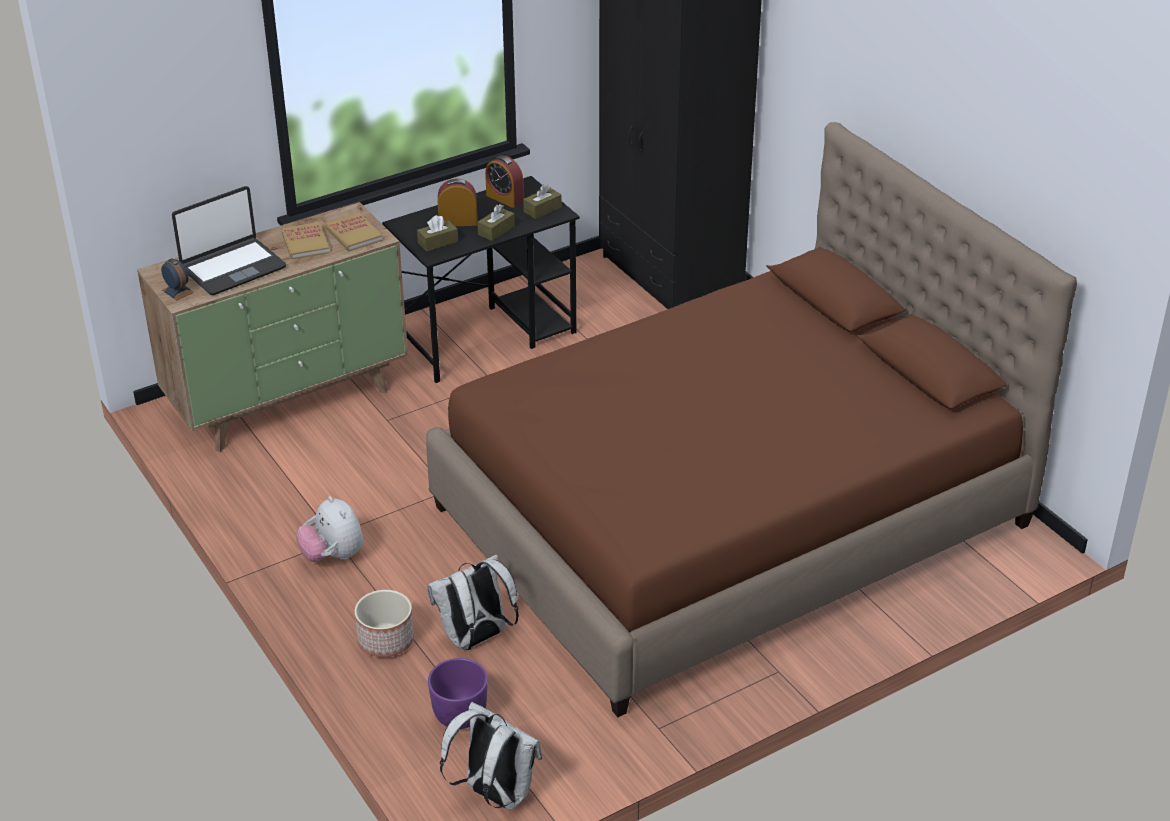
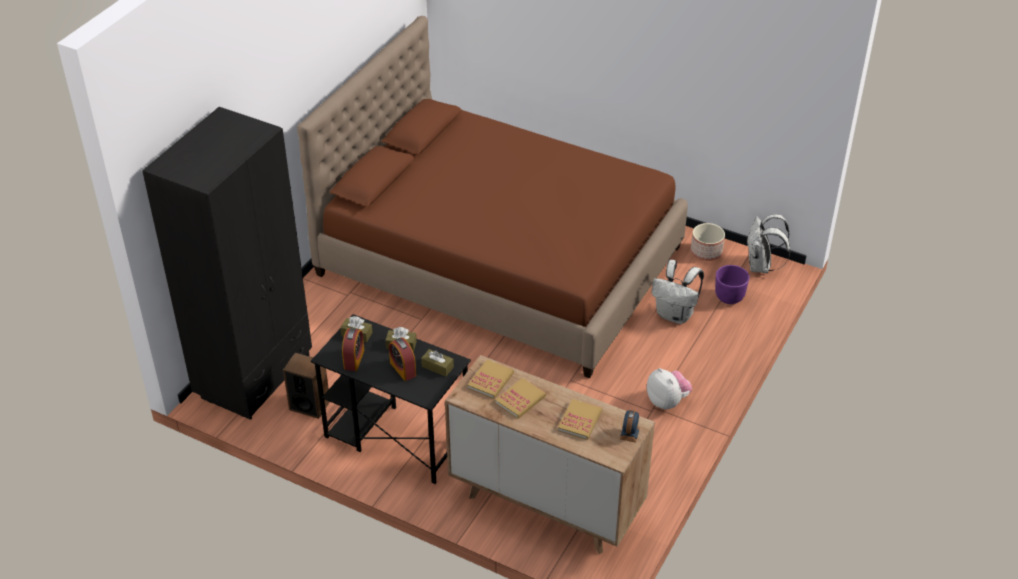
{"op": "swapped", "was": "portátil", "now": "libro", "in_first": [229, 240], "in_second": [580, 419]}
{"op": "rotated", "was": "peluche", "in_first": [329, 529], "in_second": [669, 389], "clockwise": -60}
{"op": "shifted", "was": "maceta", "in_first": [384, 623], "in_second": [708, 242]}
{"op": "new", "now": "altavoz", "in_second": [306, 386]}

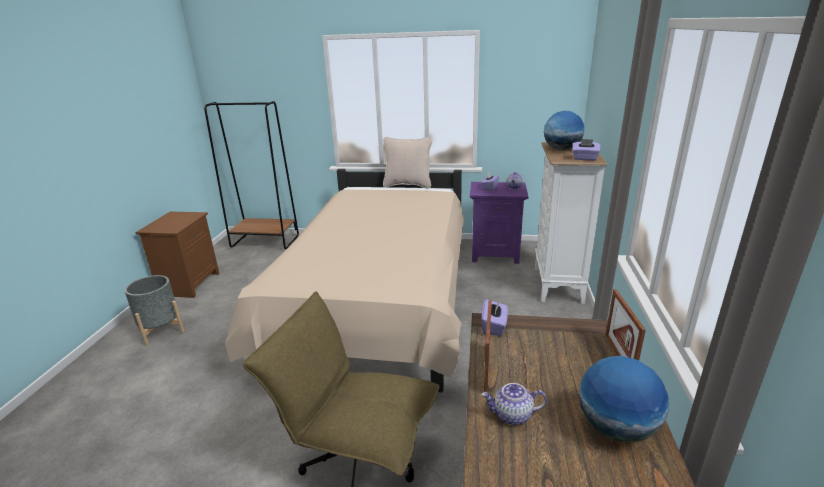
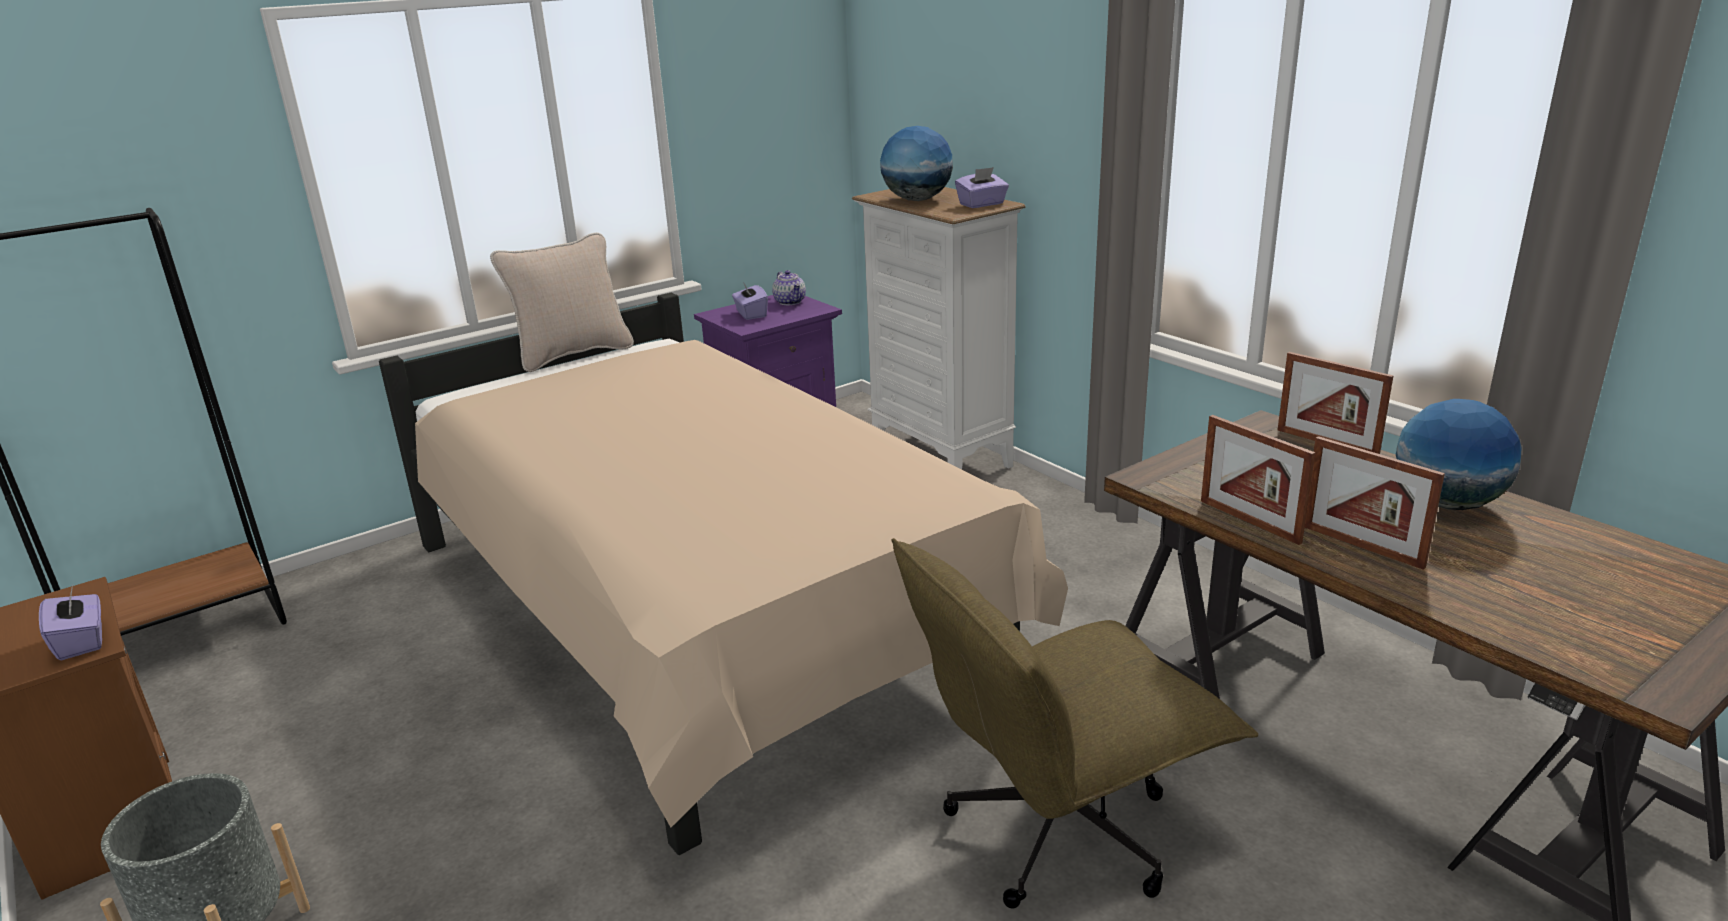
{"op": "shifted", "was": "caja de pañuelos/morado", "in_first": [494, 317], "in_second": [70, 623]}
{"op": "swapped", "was": "tetera", "now": "portarretratos", "in_first": [514, 404], "in_second": [1375, 503]}

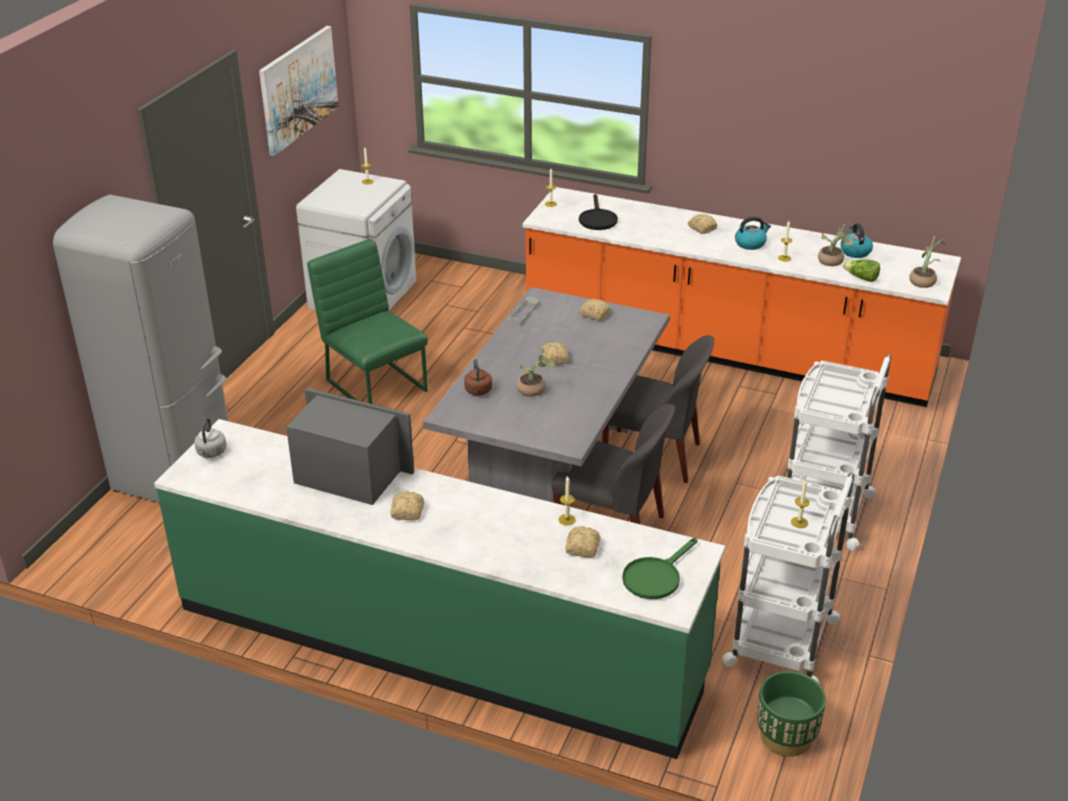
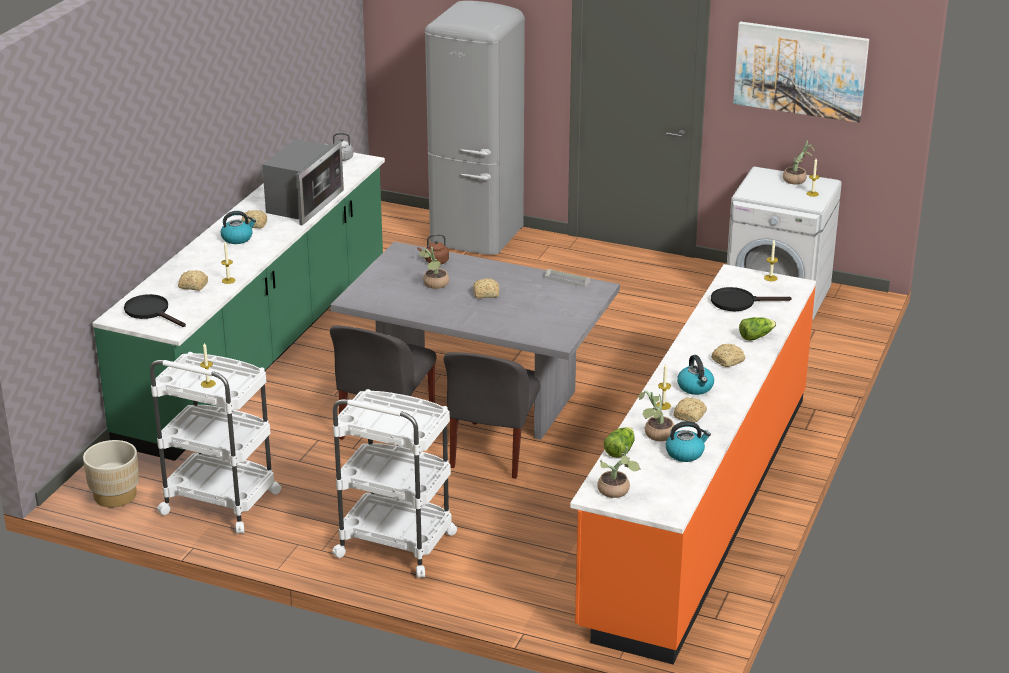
{"op": "gone", "was": "silla/verde", "in_first": [367, 321]}
{"op": "shifted", "was": "pan", "in_first": [594, 310], "in_second": [690, 410]}
{"op": "repainted", "was": "sartén/verde", "now": "sartén/negro", "in_first": [660, 568], "in_second": [155, 310]}
{"op": "repainted", "was": "maceta/verde", "now": "maceta/beis", "in_first": [791, 714], "in_second": [111, 473]}
{"op": "new", "now": "hervidor", "in_second": [238, 227]}
{"op": "new", "now": "lechuga", "in_second": [757, 329]}
{"op": "new", "now": "planta en maceta", "in_second": [799, 162]}

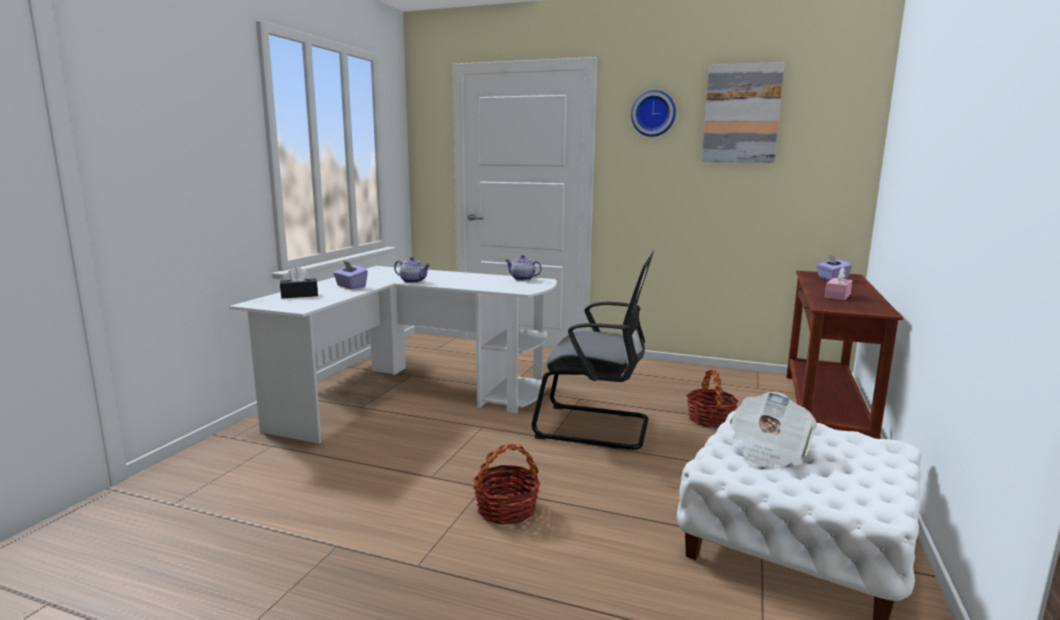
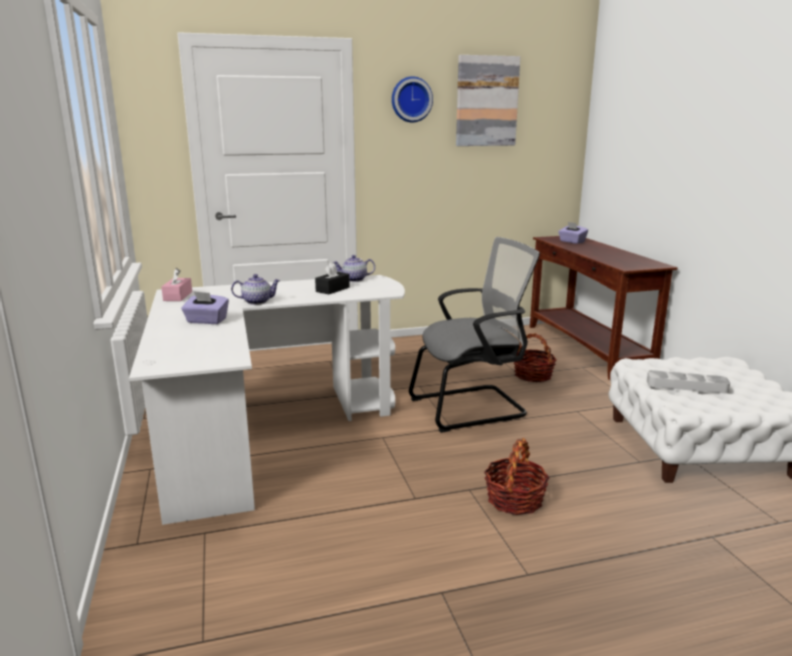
{"op": "shifted", "was": "caja de pañuelos/negro", "in_first": [299, 282], "in_second": [332, 278]}
{"op": "swapped", "was": "periódico", "now": "bandeja/gris", "in_first": [773, 429], "in_second": [688, 381]}
{"op": "shifted", "was": "caja de pañuelos/rosa", "in_first": [838, 283], "in_second": [176, 284]}

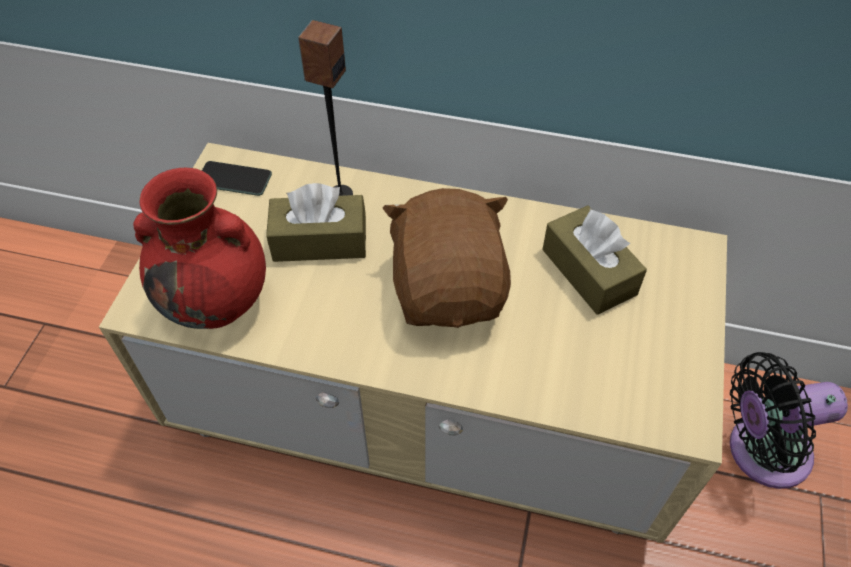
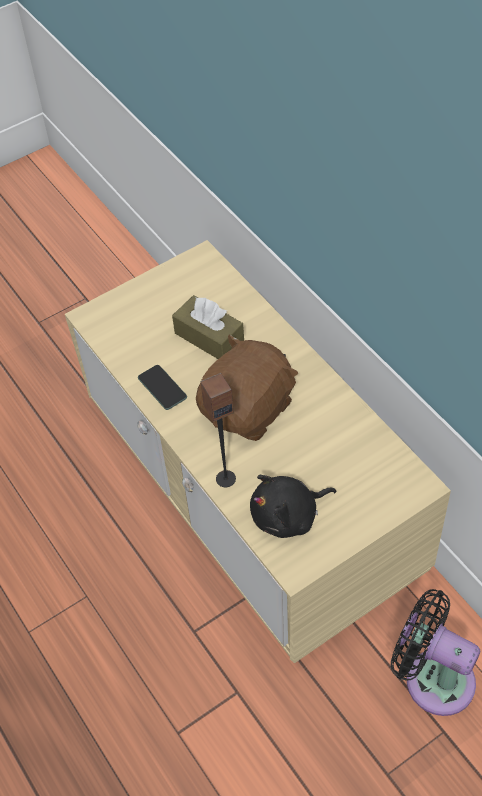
{"op": "gone", "was": "florero/rojo", "in_first": [199, 248]}
{"op": "shifted", "was": "móvil", "in_first": [237, 178], "in_second": [162, 387]}
{"op": "shifted", "was": "altavoz", "in_first": [325, 108], "in_second": [218, 430]}
{"op": "gone", "was": "caja de pañuelos/marrón", "in_first": [594, 260]}
{"op": "new", "now": "peluche/negro", "in_second": [293, 506]}

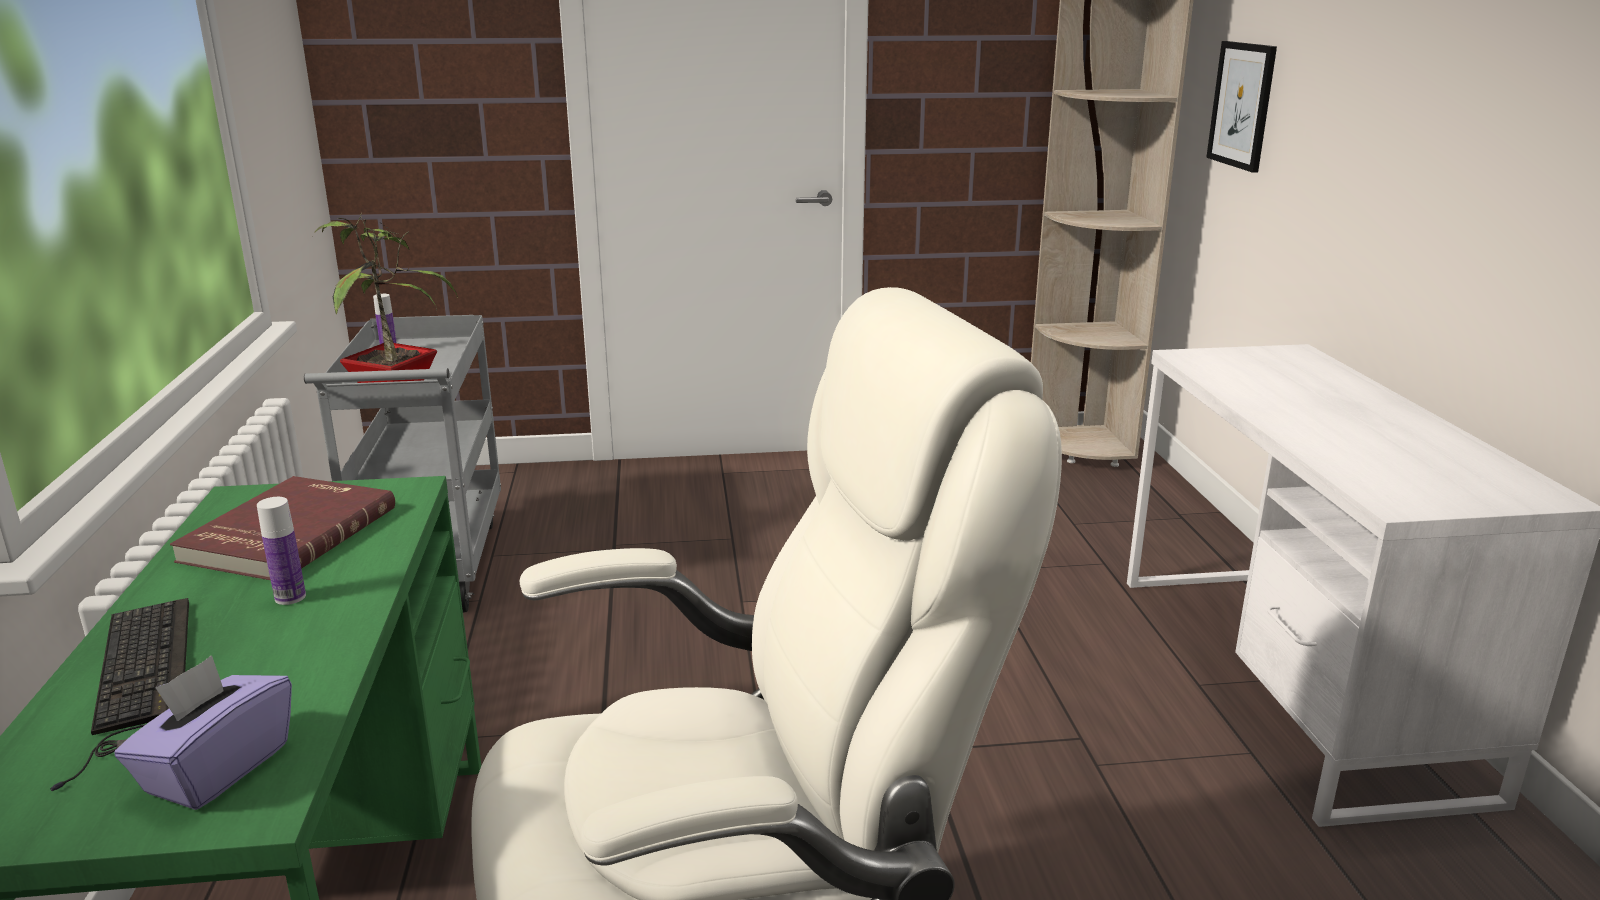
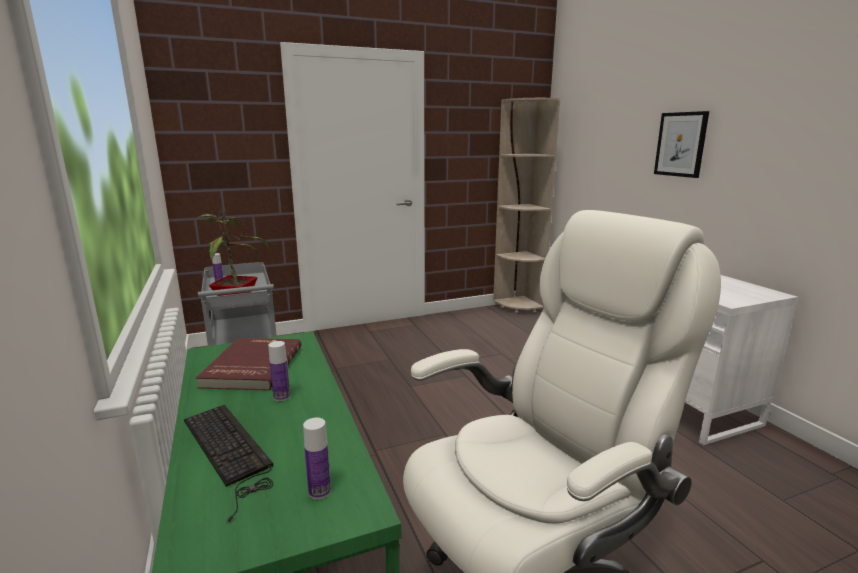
{"op": "swapped", "was": "caja de pañuelos/morado", "now": "botella", "in_first": [203, 732], "in_second": [317, 459]}
{"op": "shifted", "was": "cuadro", "in_first": [1241, 107], "in_second": [681, 144]}

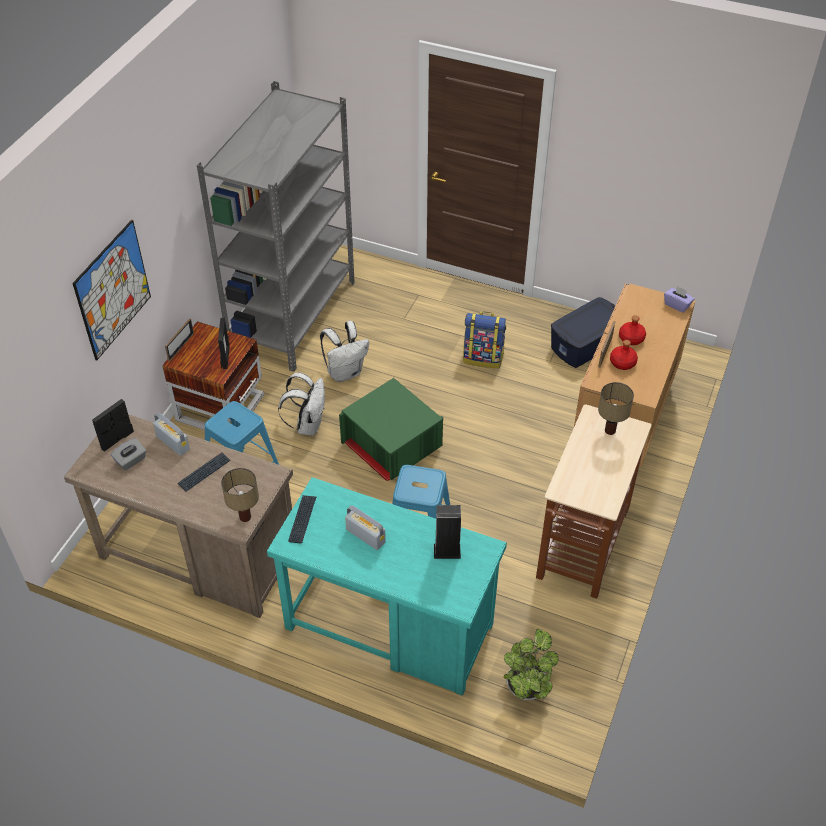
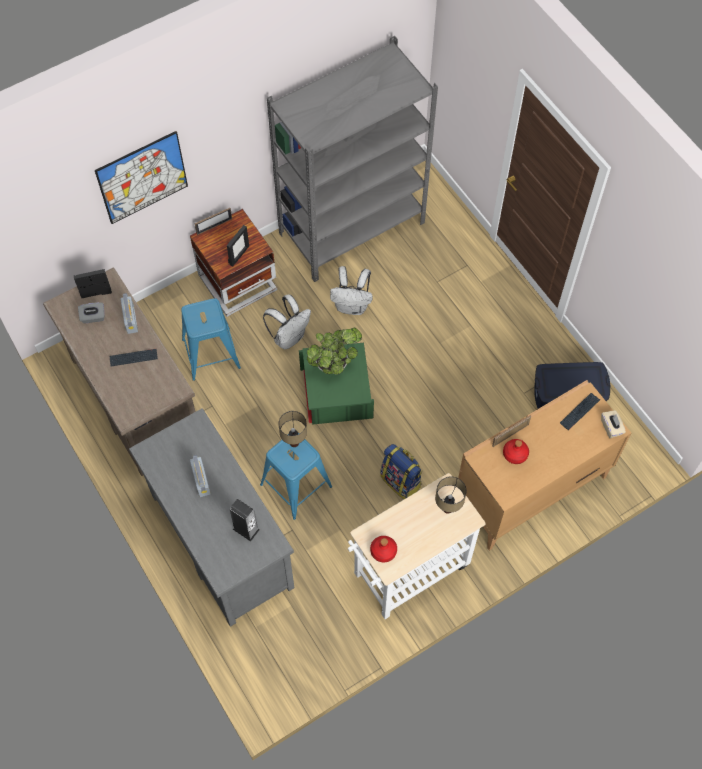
{"op": "shifted", "was": "lámpara de mesa", "in_first": [240, 495], "in_second": [292, 429]}
{"op": "repainted", "was": "escritorio/turquesa", "now": "escritorio/gris", "in_first": [387, 586], "in_second": [211, 517]}
{"op": "shifted", "was": "teclado", "in_first": [302, 519], "in_second": [580, 411]}
{"op": "shifted", "was": "mochila", "in_first": [484, 339], "in_second": [401, 471]}
{"op": "shifted", "was": "planta en maceta", "in_first": [531, 664], "in_second": [334, 351]}
{"op": "repainted", "was": "carrito/marrón", "now": "carrito/blanco", "in_first": [593, 501], "in_second": [417, 546]}
{"op": "shifted", "was": "botella/rojo", "in_first": [632, 330], "in_second": [383, 549]}
{"op": "repainted", "was": "caja de pañuelos/morado", "now": "caja de pañuelos/beis", "in_first": [679, 299], "in_second": [613, 424]}

